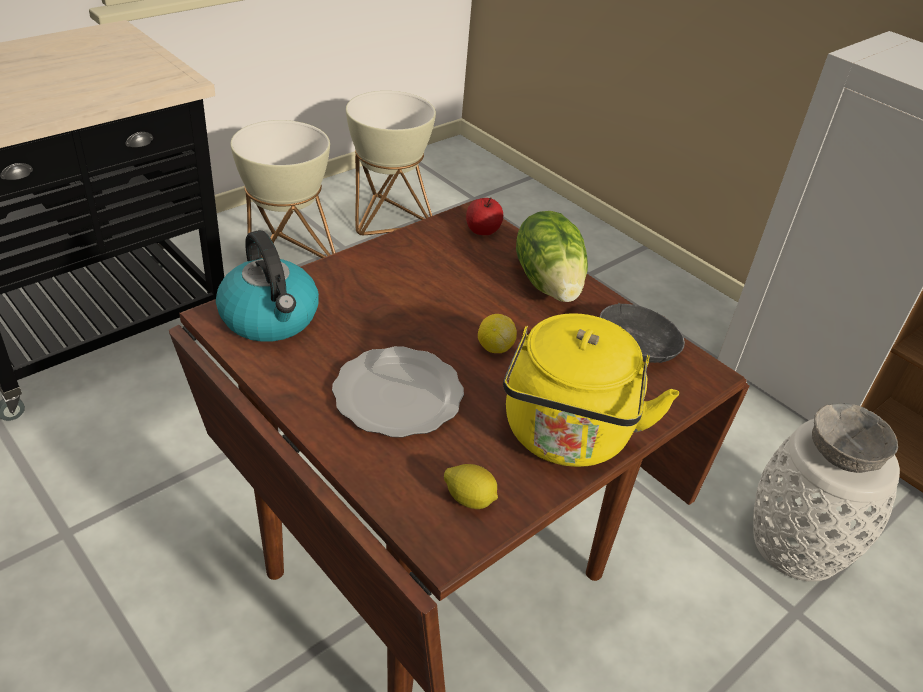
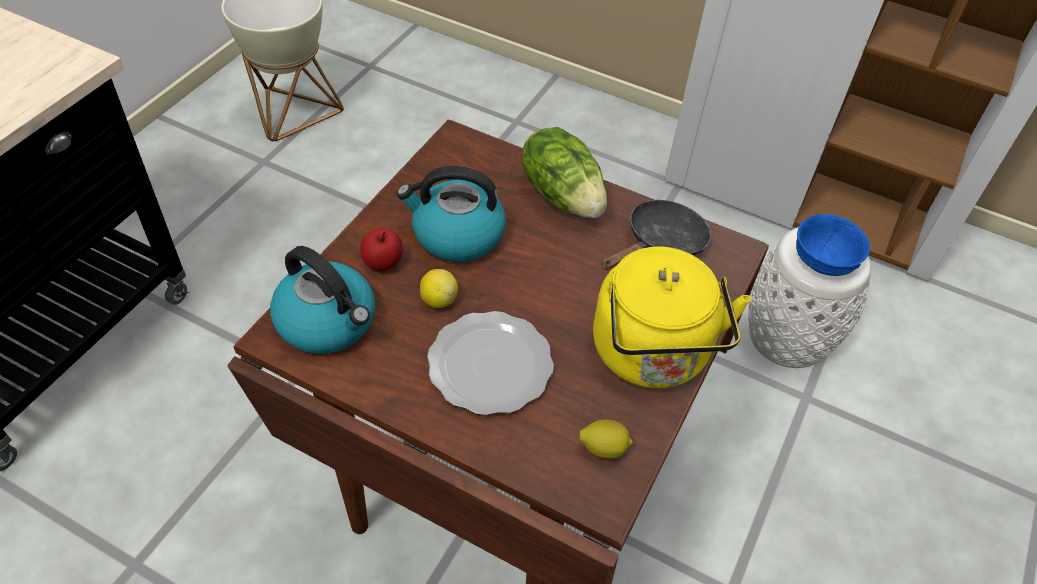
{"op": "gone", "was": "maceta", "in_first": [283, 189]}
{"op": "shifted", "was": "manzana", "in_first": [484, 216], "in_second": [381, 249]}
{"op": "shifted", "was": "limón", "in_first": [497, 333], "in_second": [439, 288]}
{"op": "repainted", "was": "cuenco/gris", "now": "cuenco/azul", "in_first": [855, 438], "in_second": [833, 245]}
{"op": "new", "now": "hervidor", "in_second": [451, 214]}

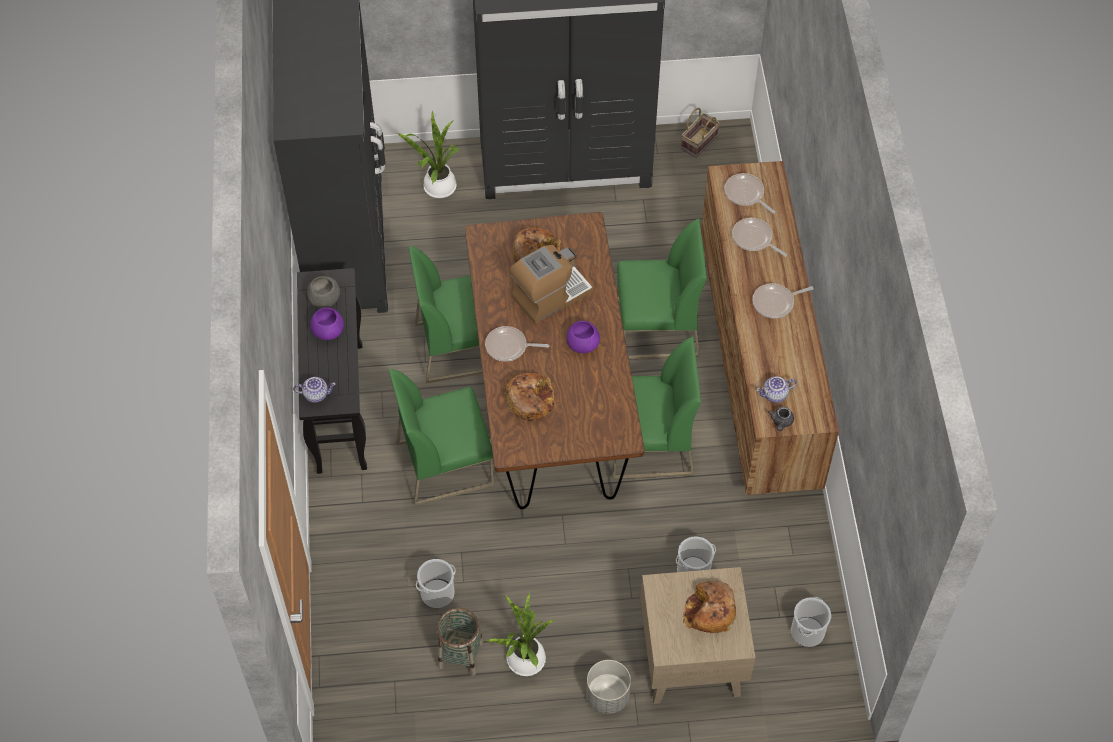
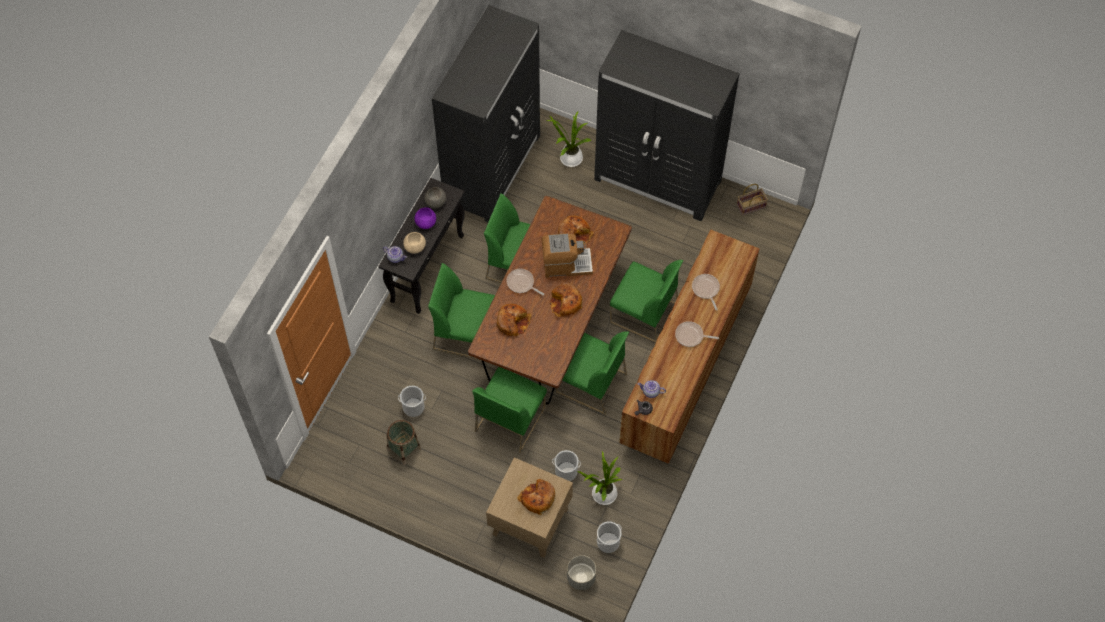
{"op": "shifted", "was": "planta en maceta", "in_first": [520, 634], "in_second": [600, 478]}
{"op": "swapped", "was": "cuenco/morado", "now": "pan", "in_first": [583, 337], "in_second": [566, 300]}
{"op": "shifted", "was": "maceta/gris", "in_first": [609, 687], "in_second": [581, 572]}
{"op": "gone", "was": "sartén", "in_first": [749, 193]}
{"op": "new", "now": "cuenco/beis", "in_second": [414, 243]}
{"op": "new", "now": "silla/verde", "in_second": [509, 410]}

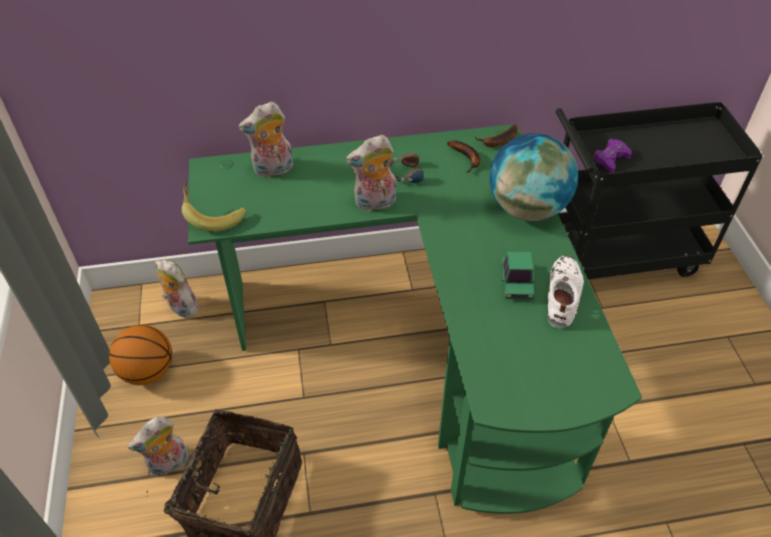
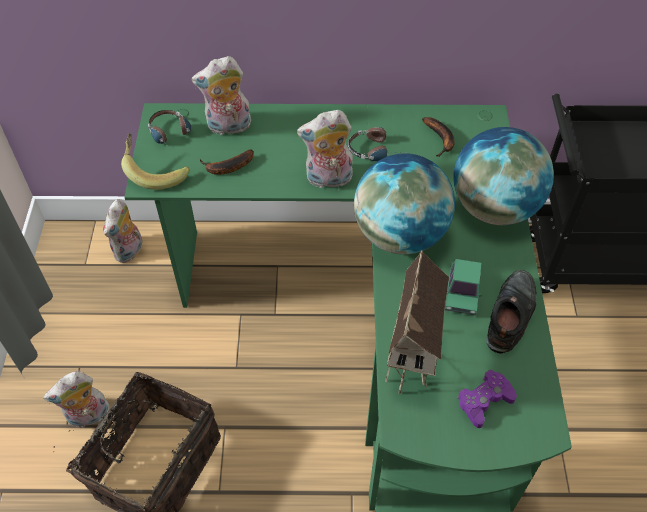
{"op": "gone", "was": "balón de baloncesto", "in_first": [140, 355]}
{"op": "rotated", "was": "peluche", "in_first": [176, 289], "in_second": [122, 231], "clockwise": -120}
{"op": "shifted", "was": "plátano", "in_first": [496, 136], "in_second": [226, 162]}
{"op": "repainted", "was": "zapato/blanco", "now": "zapato/negro", "in_first": [565, 291], "in_second": [511, 312]}
{"op": "shifted", "was": "mando de consola/morado", "in_first": [612, 156], "in_second": [487, 399]}
{"op": "new", "now": "auriculares", "in_second": [169, 131]}
{"op": "new", "now": "globo terráqueo", "in_second": [404, 203]}
{"op": "new", "now": "casita", "in_second": [417, 322]}

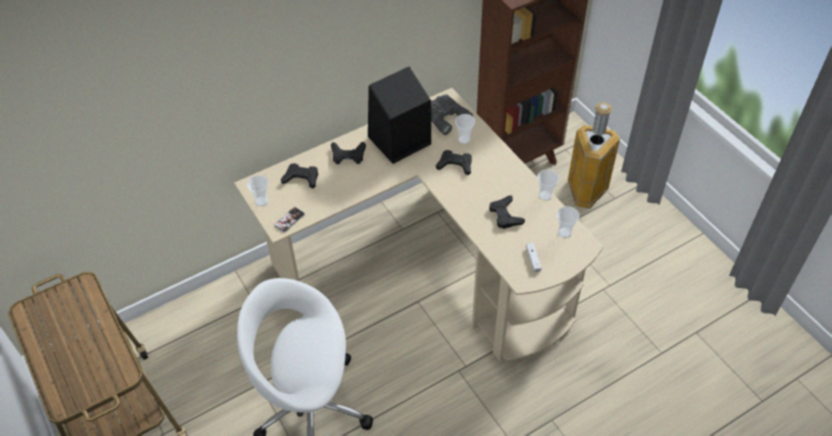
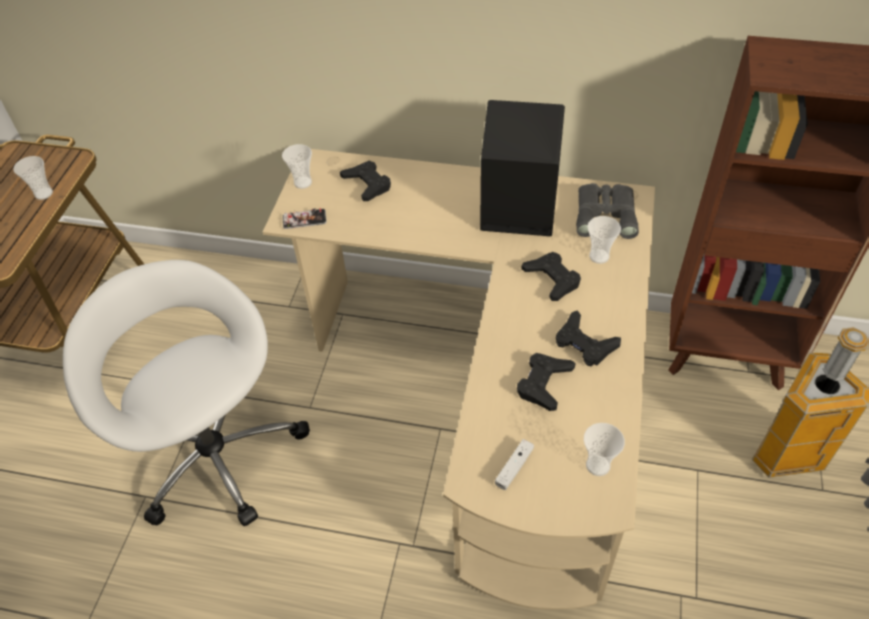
{"op": "shifted", "was": "mando de consola/negro", "in_first": [348, 153], "in_second": [588, 338]}
{"op": "shifted", "was": "taza", "in_first": [548, 185], "in_second": [33, 178]}

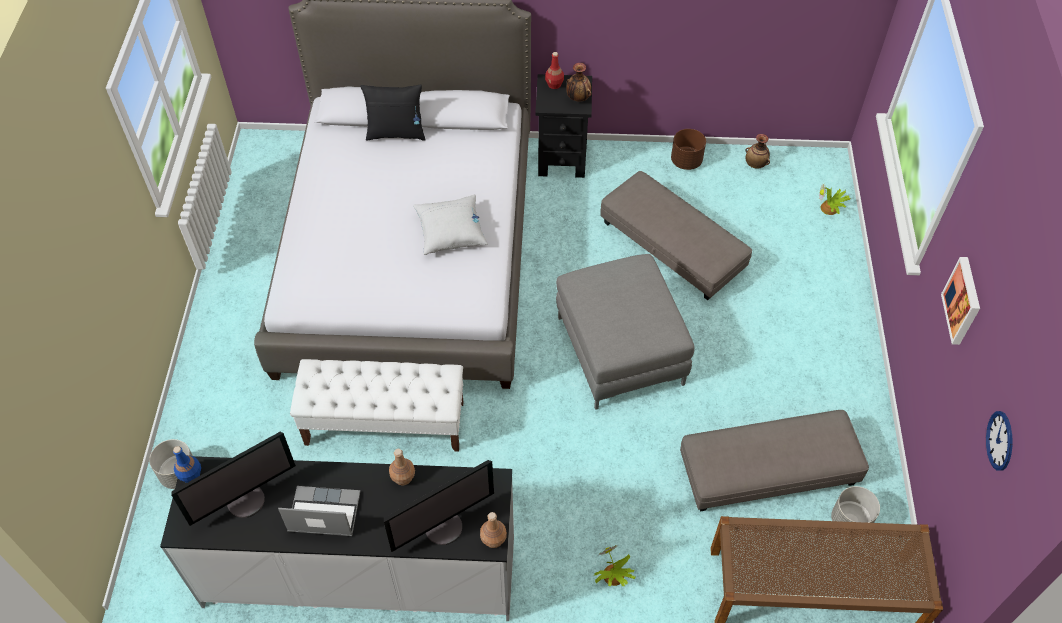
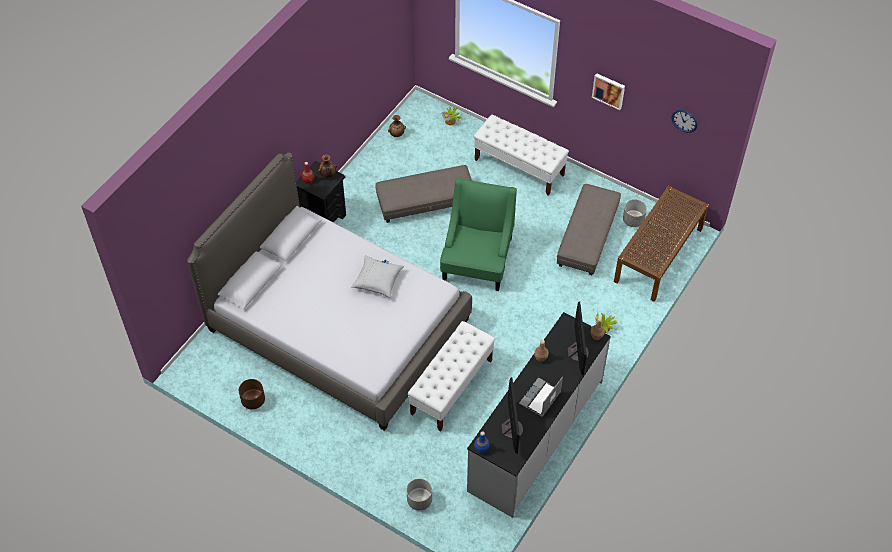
{"op": "gone", "was": "cojín/negro", "in_first": [393, 113]}
{"op": "swapped", "was": "puf/gris", "now": "sillón/verde", "in_first": [625, 332], "in_second": [478, 234]}
{"op": "shifted", "was": "maceta/marrón", "in_first": [688, 149], "in_second": [252, 394]}
{"op": "new", "now": "banco/blanco", "in_second": [521, 155]}

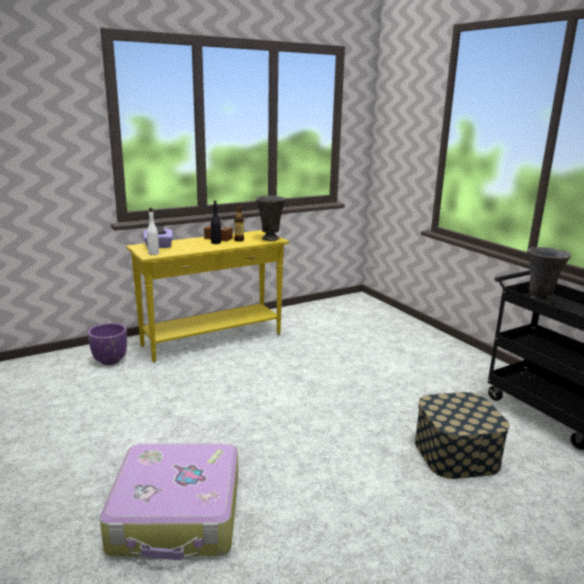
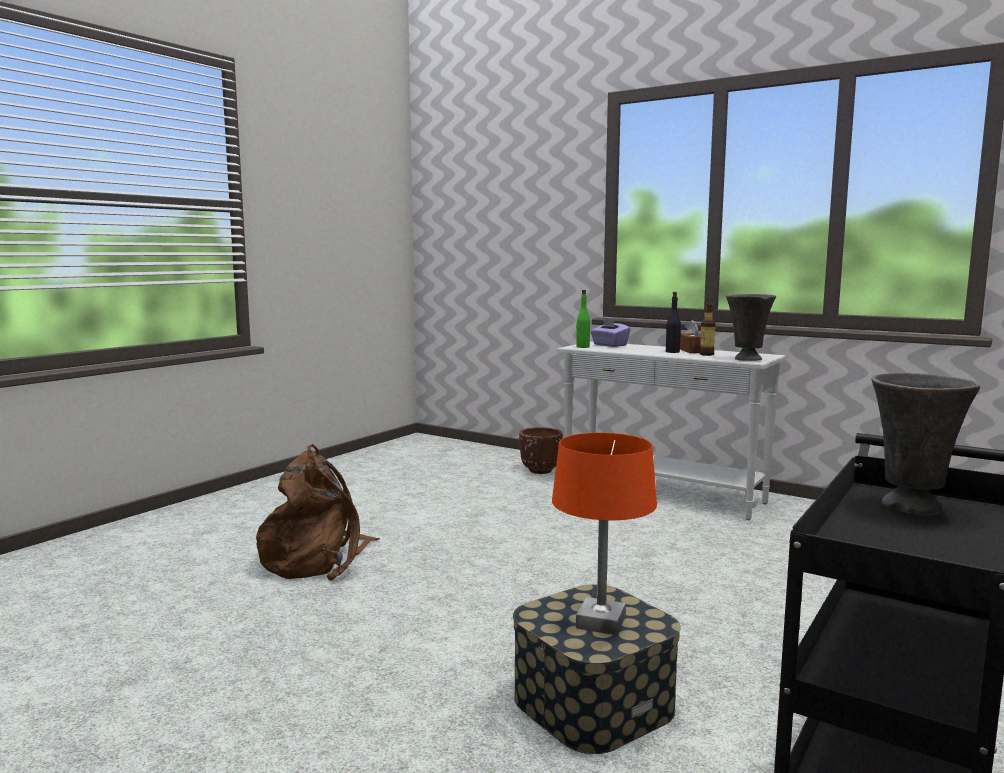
{"op": "repainted", "was": "maceta/morado", "now": "maceta/marrón", "in_first": [107, 344], "in_second": [541, 450]}
{"op": "swapped", "was": "maleta", "now": "mochila/marrón", "in_first": [169, 502], "in_second": [318, 512]}
{"op": "repainted", "was": "mesa consola/amarillo", "now": "mesa consola/blanco", "in_first": [207, 296], "in_second": [671, 430]}
{"op": "repainted", "was": "botella/blanco", "now": "botella/verde", "in_first": [153, 231], "in_second": [583, 319]}
{"op": "new", "now": "lámpara de mesa/naranja", "in_second": [604, 533]}

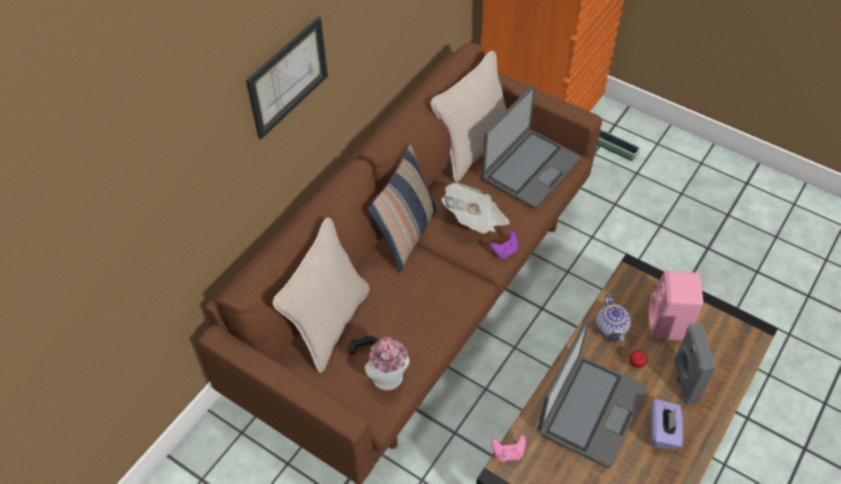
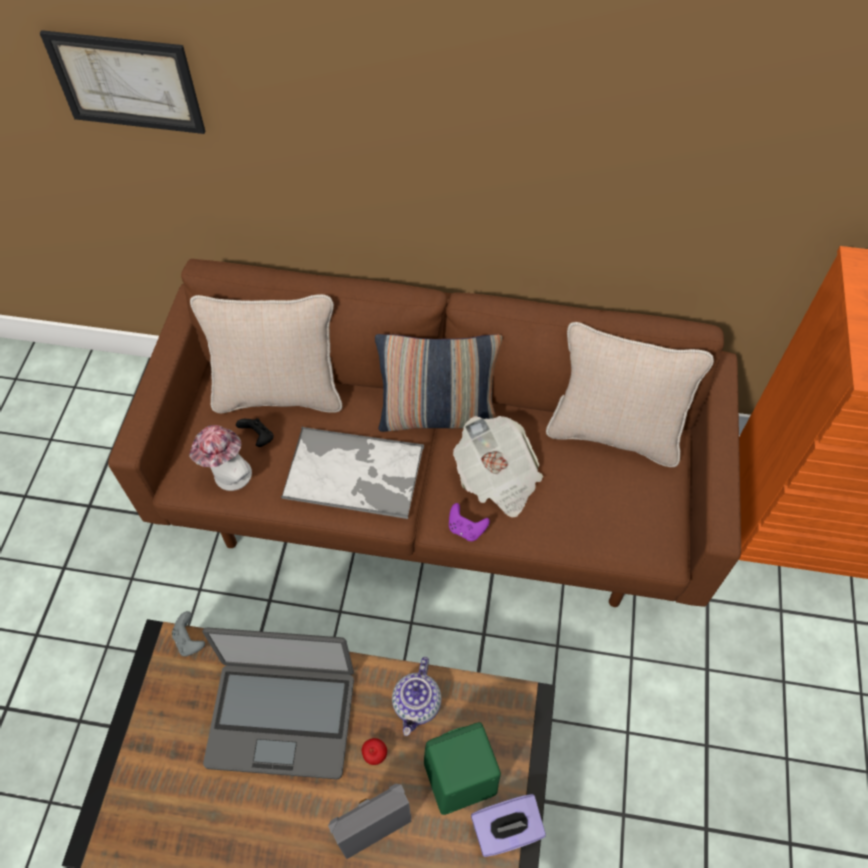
{"op": "shifted", "was": "cuadro", "in_first": [287, 78], "in_second": [122, 82]}
{"op": "gone", "was": "portátil", "in_first": [531, 146]}
{"op": "repainted", "was": "mando de consola/rosa", "now": "mando de consola/gris", "in_first": [508, 448], "in_second": [188, 633]}
{"op": "rotated", "was": "tetera", "in_first": [613, 318], "in_second": [416, 696], "clockwise": -45}
{"op": "gone", "was": "maceta", "in_first": [619, 145]}
{"op": "repainted", "was": "altavoz/rosa", "now": "altavoz/verde", "in_first": [675, 306], "in_second": [462, 768]}
{"op": "shifted", "was": "caja de pañuelos/morado", "in_first": [667, 424], "in_second": [508, 825]}
{"op": "new", "now": "bandeja", "in_second": [352, 472]}

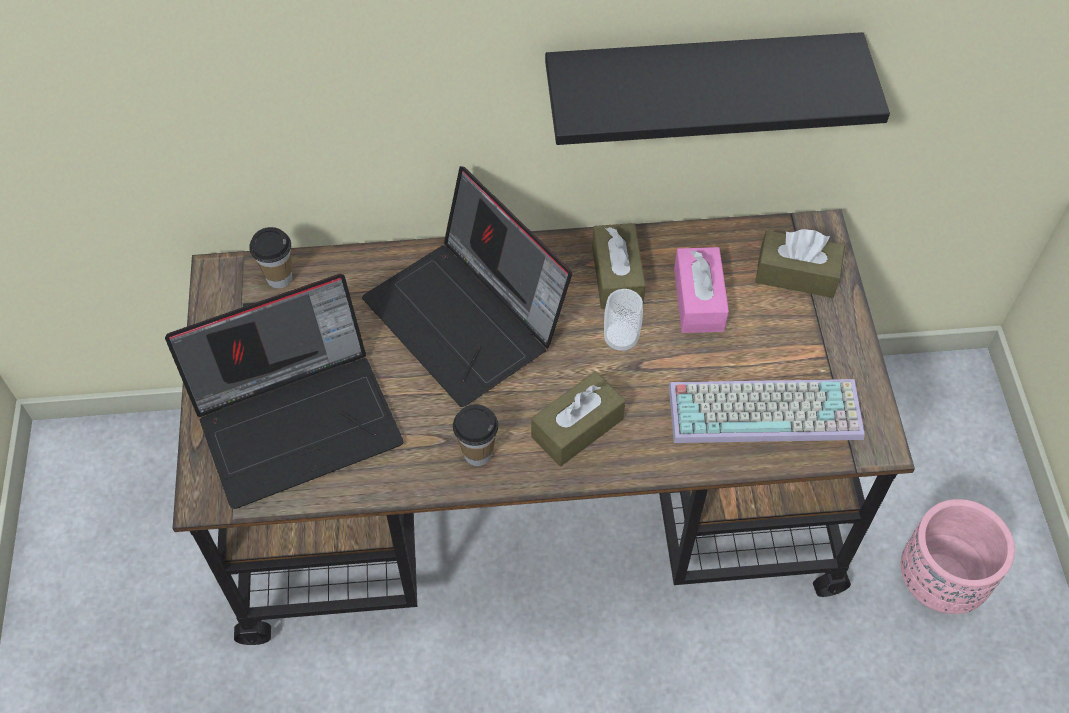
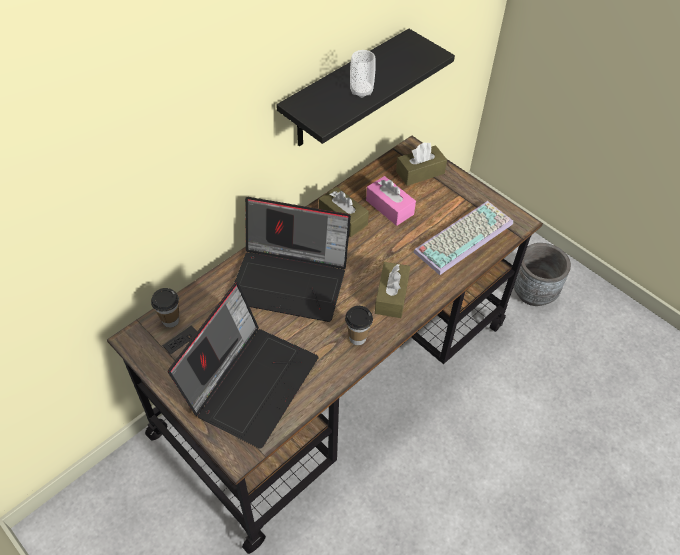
{"op": "shifted", "was": "taza", "in_first": [623, 320], "in_second": [363, 74]}
{"op": "repainted", "was": "maceta/rosa", "now": "maceta/gris", "in_first": [958, 556], "in_second": [542, 274]}

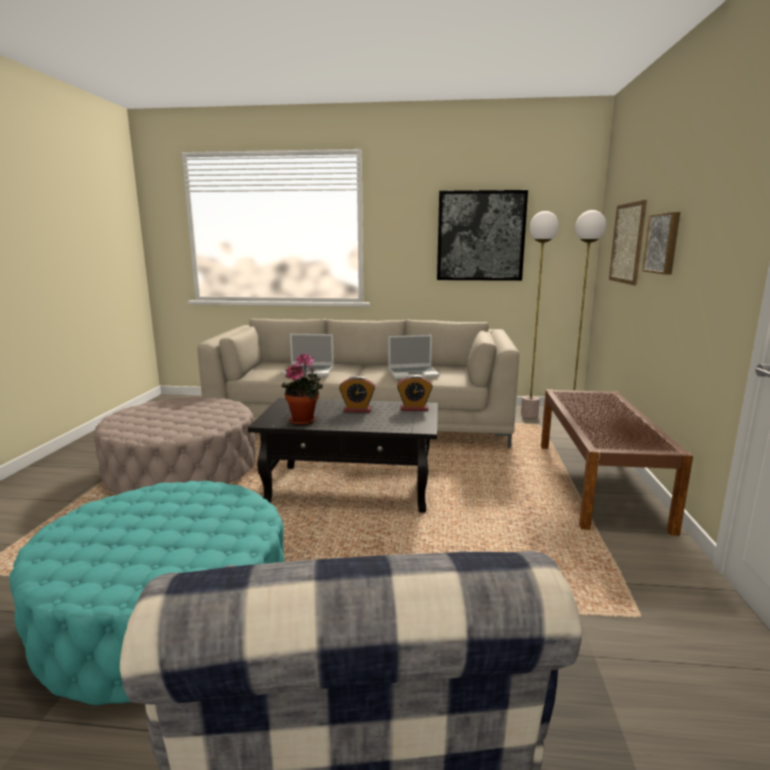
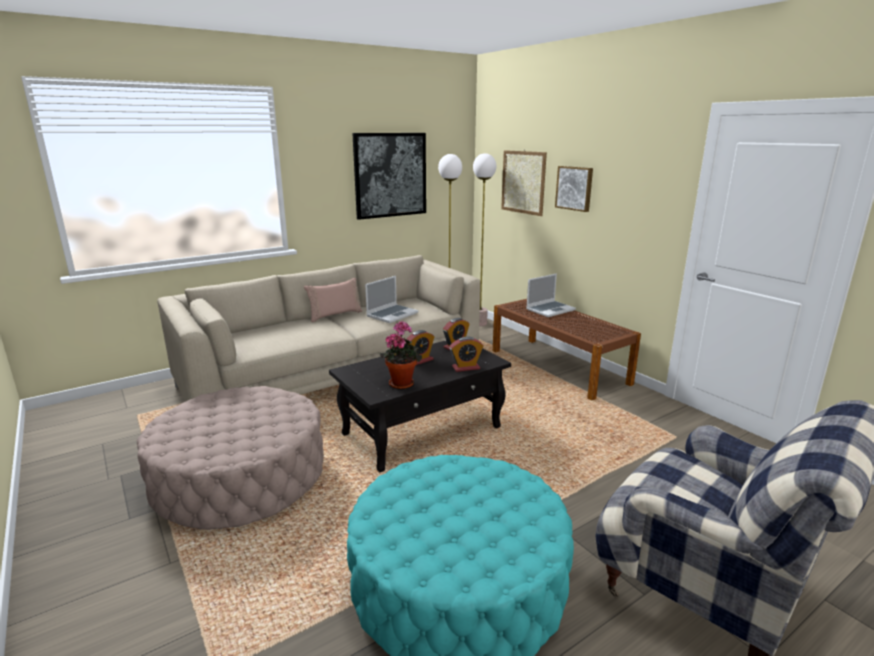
{"op": "shifted", "was": "portátil", "in_first": [308, 355], "in_second": [551, 295]}
{"op": "new", "now": "cojín/beis", "in_second": [333, 300]}
{"op": "new", "now": "despertador", "in_second": [466, 354]}

